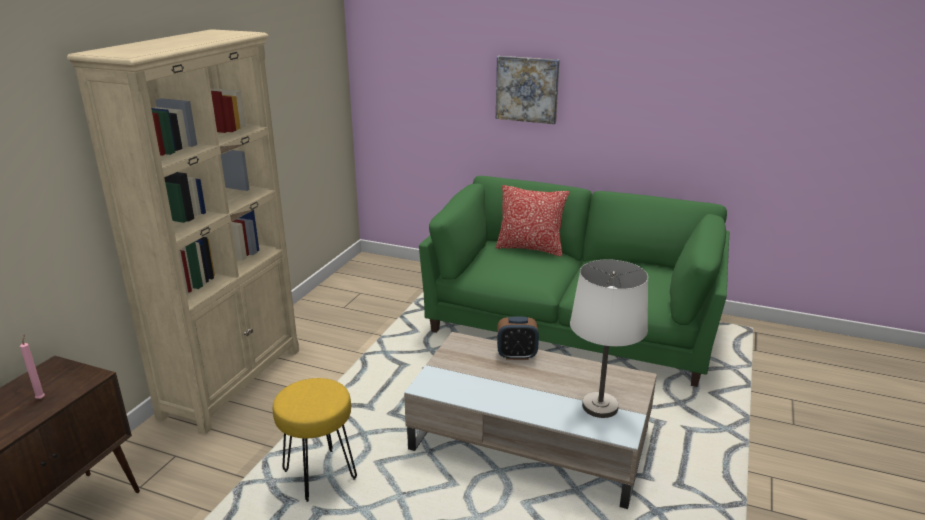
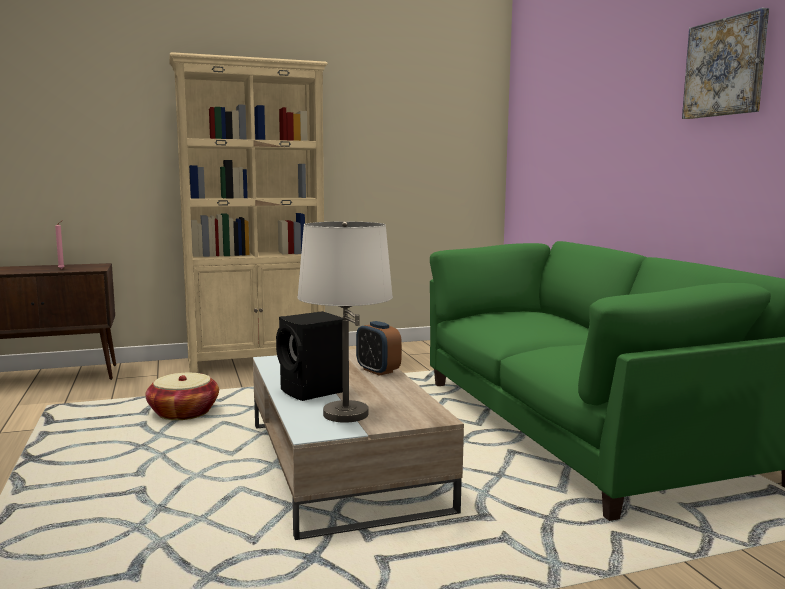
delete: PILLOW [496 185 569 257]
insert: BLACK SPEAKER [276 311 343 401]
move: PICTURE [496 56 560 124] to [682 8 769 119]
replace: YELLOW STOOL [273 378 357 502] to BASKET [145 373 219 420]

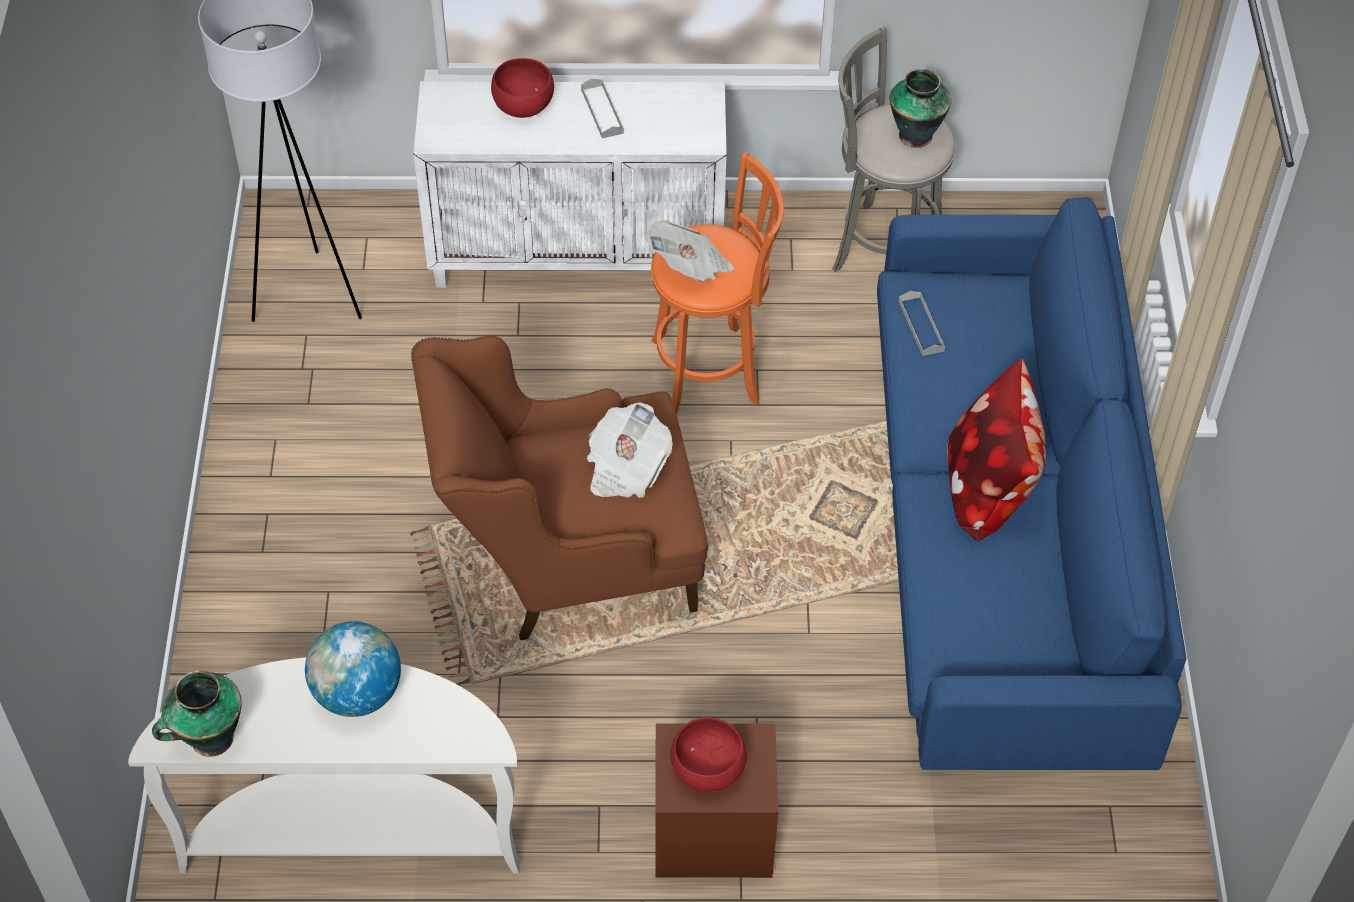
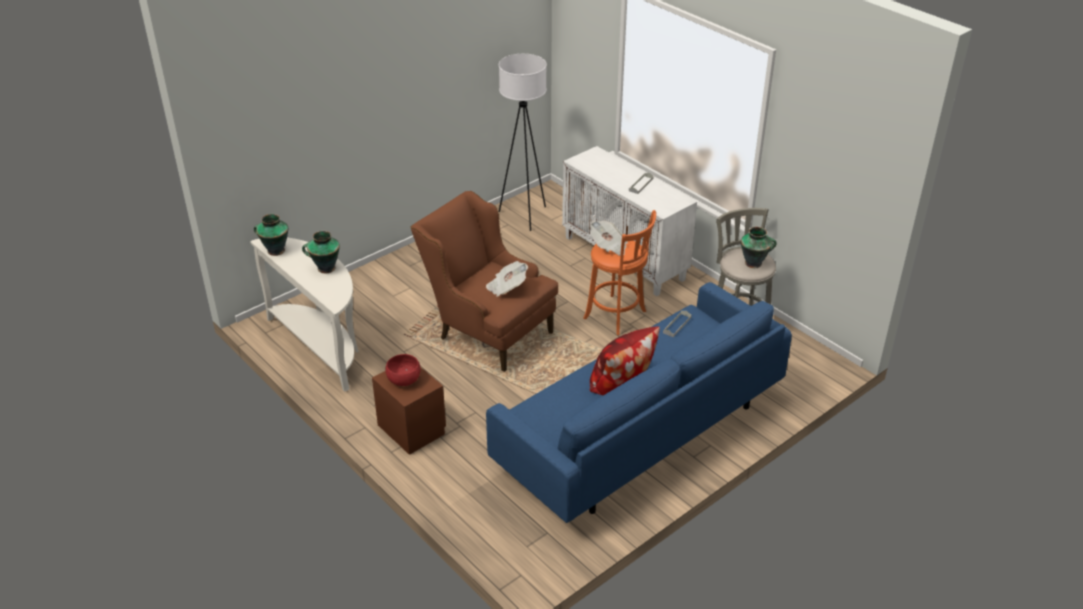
delete: RED BOWL [491 58 554 118]
replace: GLOBE [305 621 401 717] to VASE [302 231 340 273]

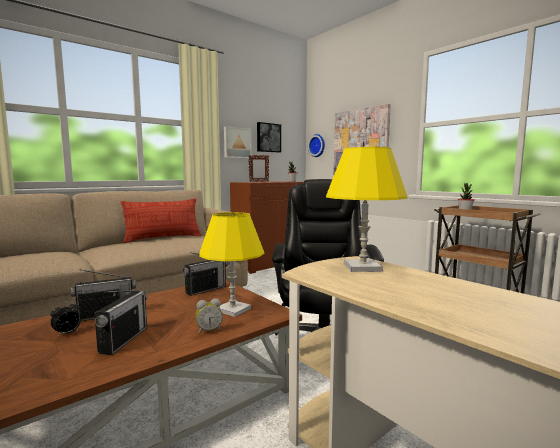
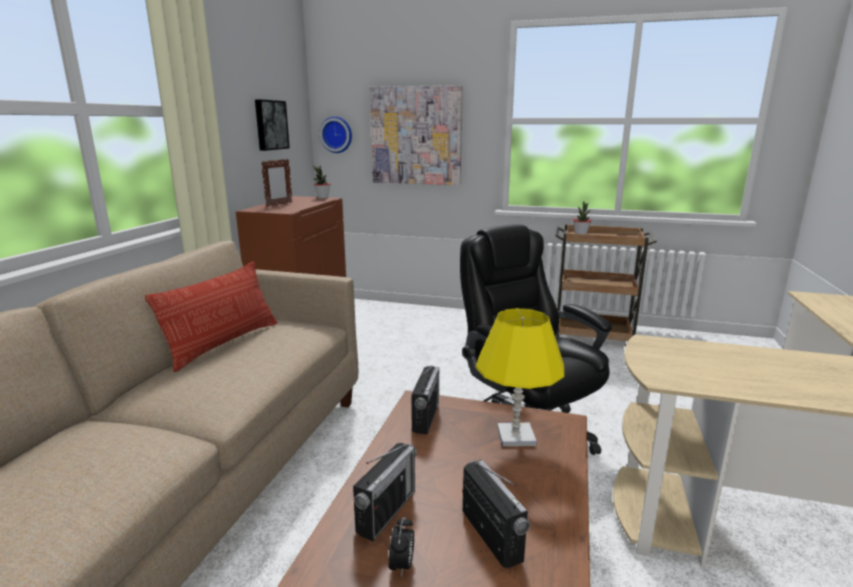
delete: ALARM CLOCK [195 298 223 334]; PICTURE [224 126 252 158]; YELLOW TABLE LAMP [326 147 408 272]

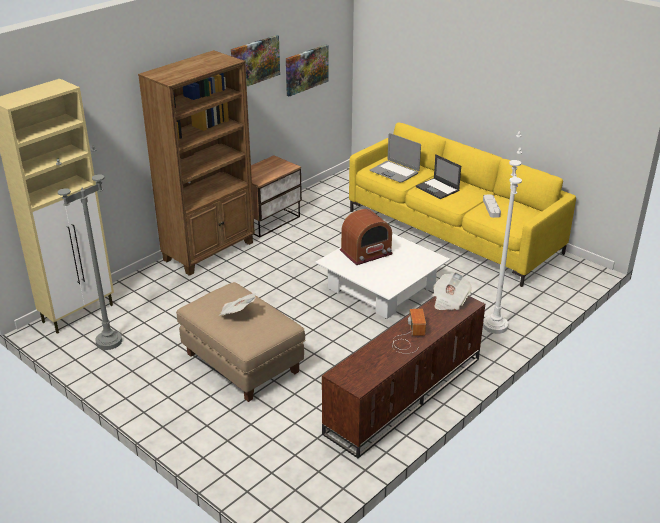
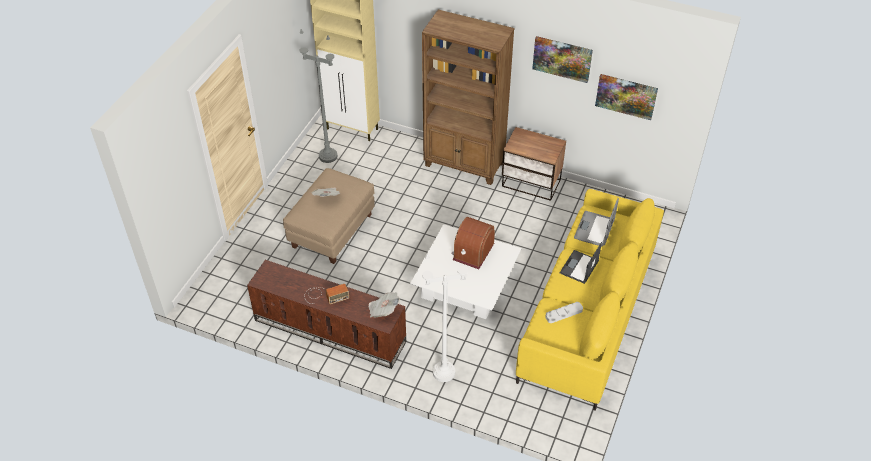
rotate: RADIO [340 209 393 265] = [452 217 495 269] 75 degrees clockwise

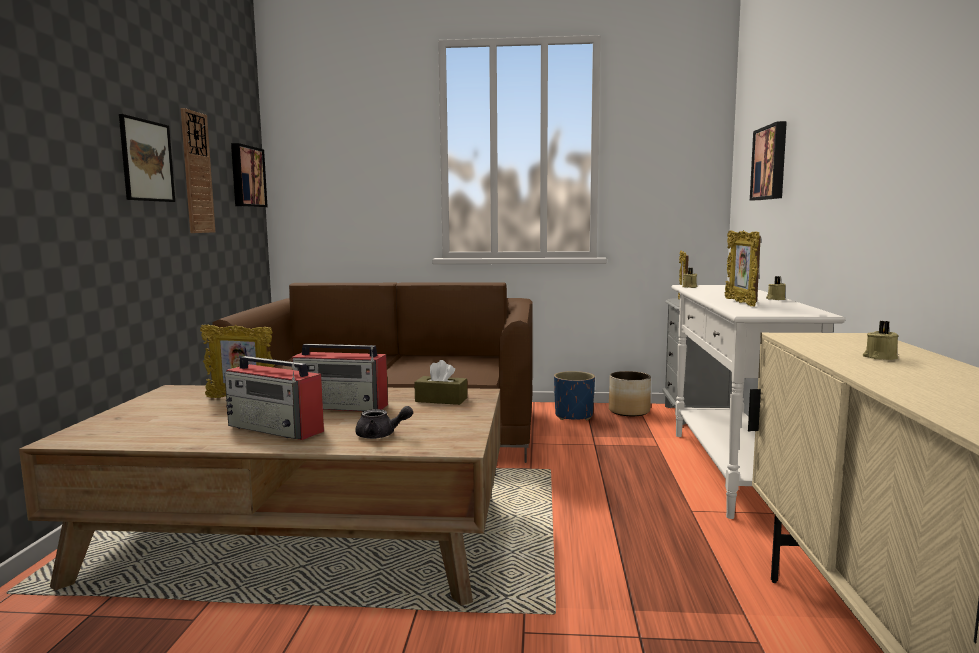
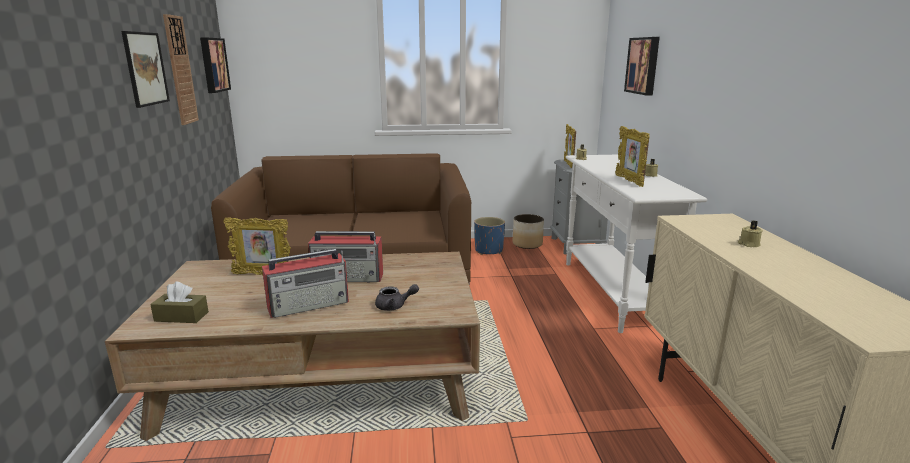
move: BROWN TISSUE BOX [414 360 467 405] to [150 282 209 323]
rotate: RADIO [225 356 324 440] = [262 249 349 318] 45 degrees counterclockwise

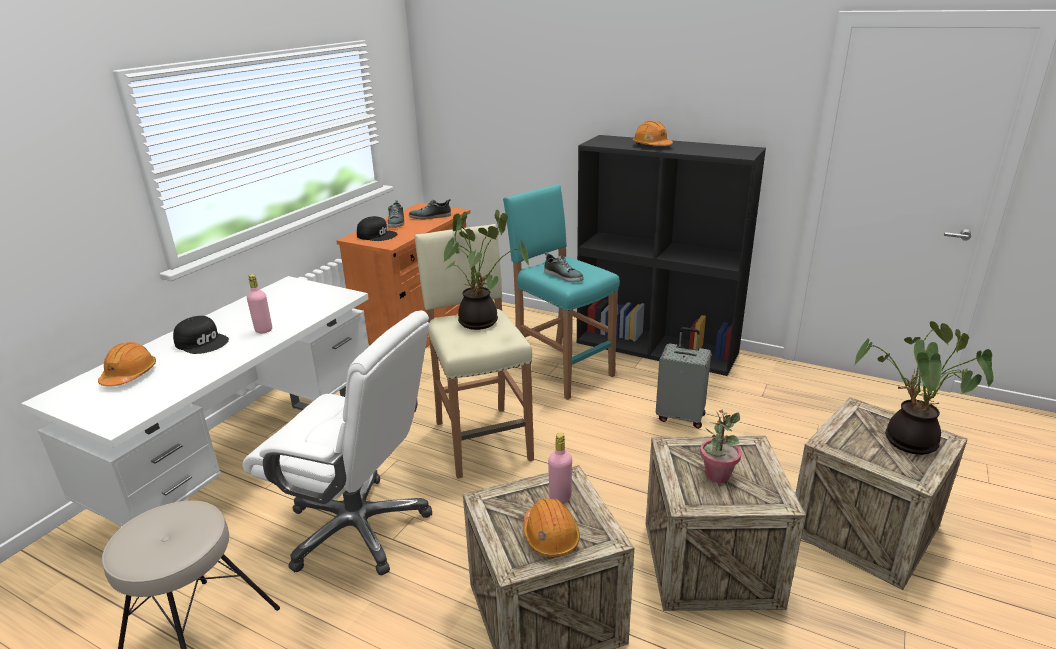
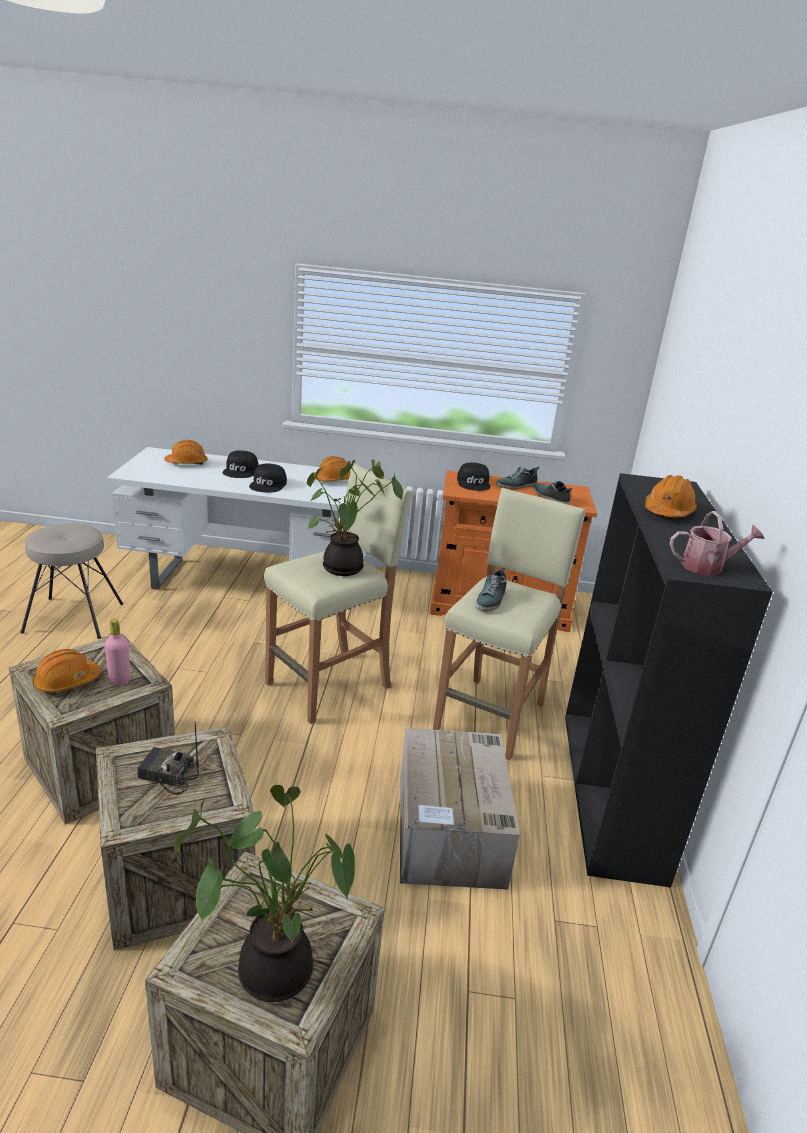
delete: WHITE OFFICE CHAIR [243 310 432 576]
insert: ORANGE HARD HAT [314 456 350 481]; WATERING CAN [669 511 765 576]
replace: POTTED PLANT [700 409 741 483] to RADIO [137 723 199 795]; PINK BOTTLE [247 274 272 333] to BLACK CAP [249 463 287 493]; GREY SUITCASE [656 327 711 429] to CARDBOARD BOX [400 728 520 890]
recolor: TURQUOISE STOOL [503 184 620 400] to BEIGE STOOL [433 488 586 760]

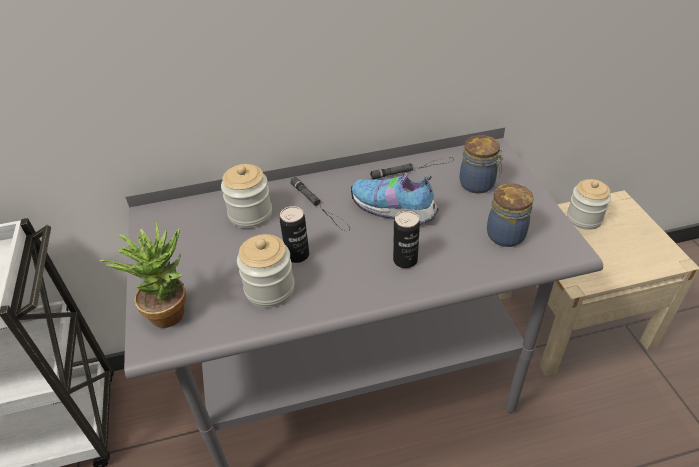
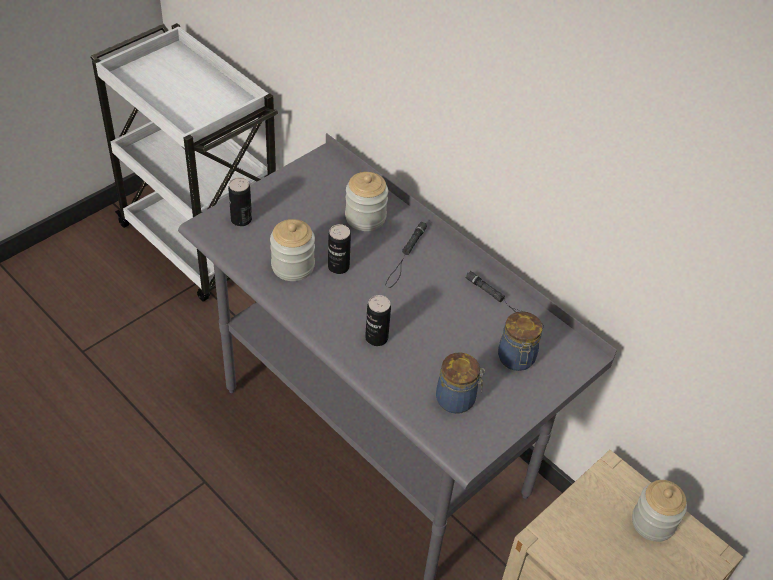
delete: SHOE [351 173 439 224]
replace: POTTED PLANT [99 220 186 328] to CAN [228 177 252 226]

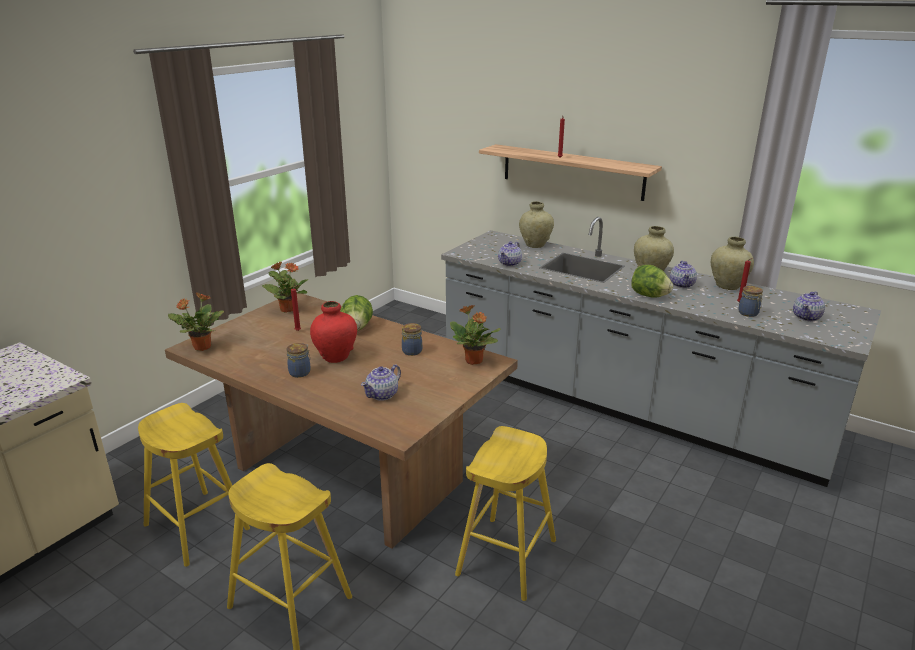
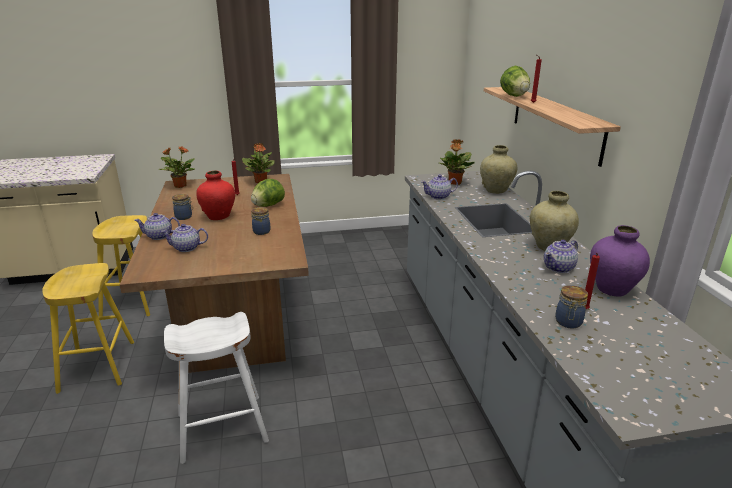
move: TEAPOT [793 291 825 322] to [134 213 180 240]; POTTED PLANT [450 305 501 365] to [439 139 474 185]; LETTUCE [631 265 673 298] to [500 66 530 97]
recolor: YELLOW STOOL [455 426 556 601] to WHITE STOOL [164 312 269 464]; BEIGE VASE [711 237 754 290] to PURPLE VASE [590 225 650 297]

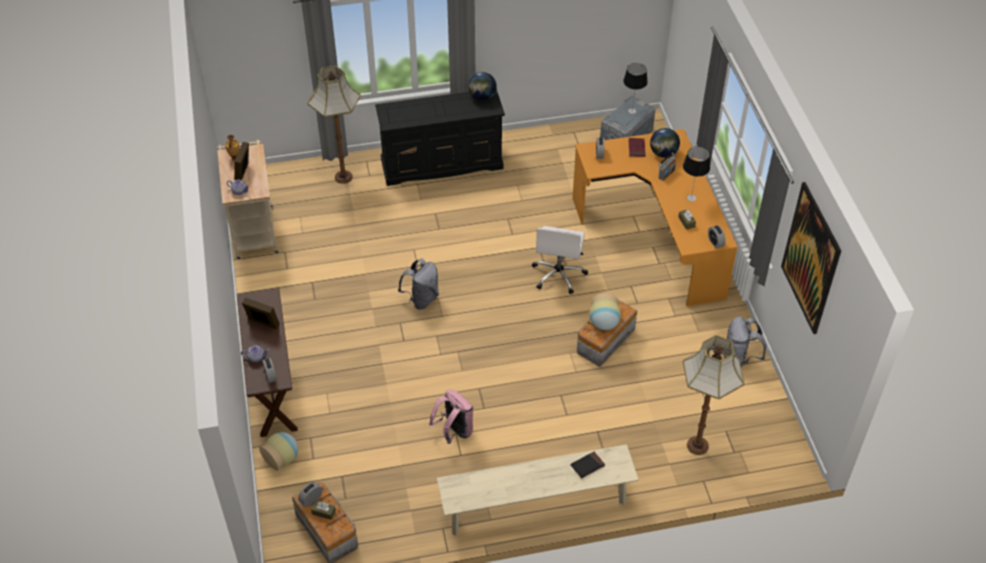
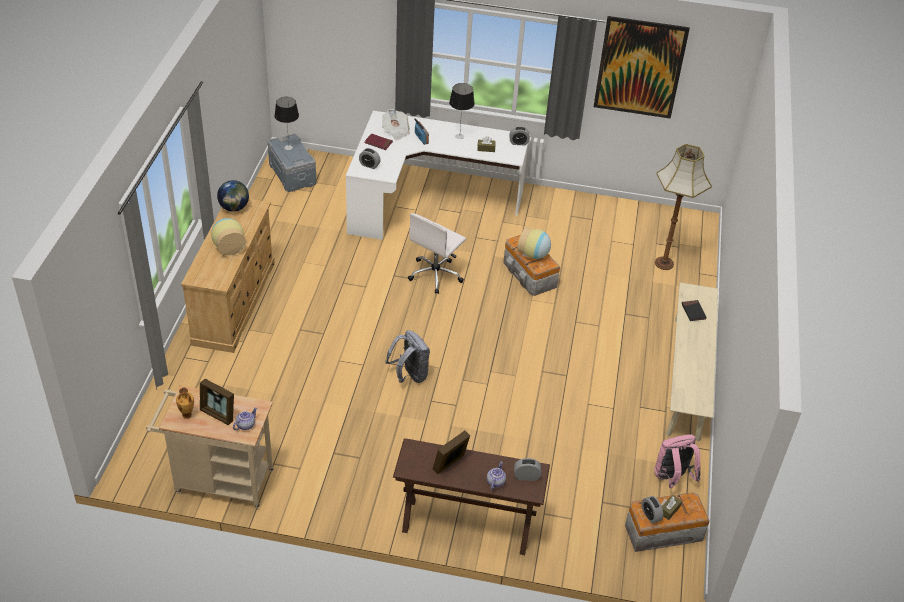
delete: FLOOR LAMP [307 66 361 184]; GREY BACKPACK [727 316 766 367]
move: VASE [259 432 298 471] to [211 218 246 255]; PINK BACKPACK [429 390 473 444] to [654 434 701 489]
replace: GLOBE [650 128 680 158] to NEWSPAPER [382 109 410 141]
recolor: BLACK DRESSER [375 88 505 186] to BEIGE DRESSER [181 199 275 353]; ORANGE DESK [572 129 738 306] to WHITE DESK [346 111 528 240]
rotate: WHITE OFFICE CHAIR [532 226 588 294] = [408 213 466 294] 90 degrees clockwise

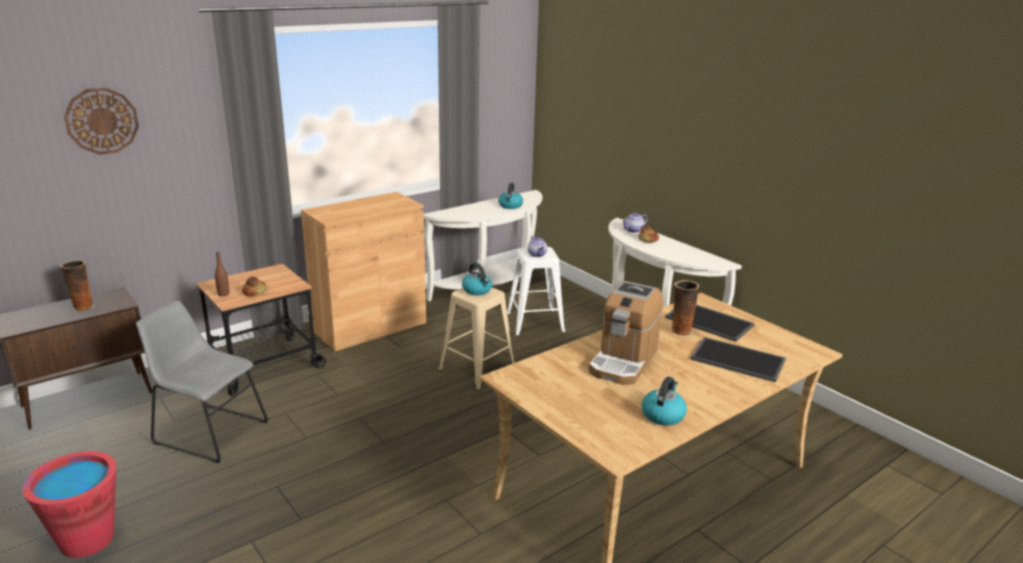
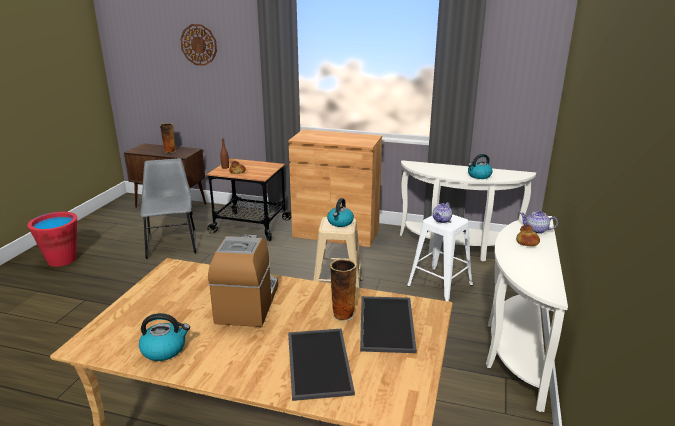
rotate: COFFEE MACHINE [589 281 663 385] = [208 235 278 327] 105 degrees clockwise

